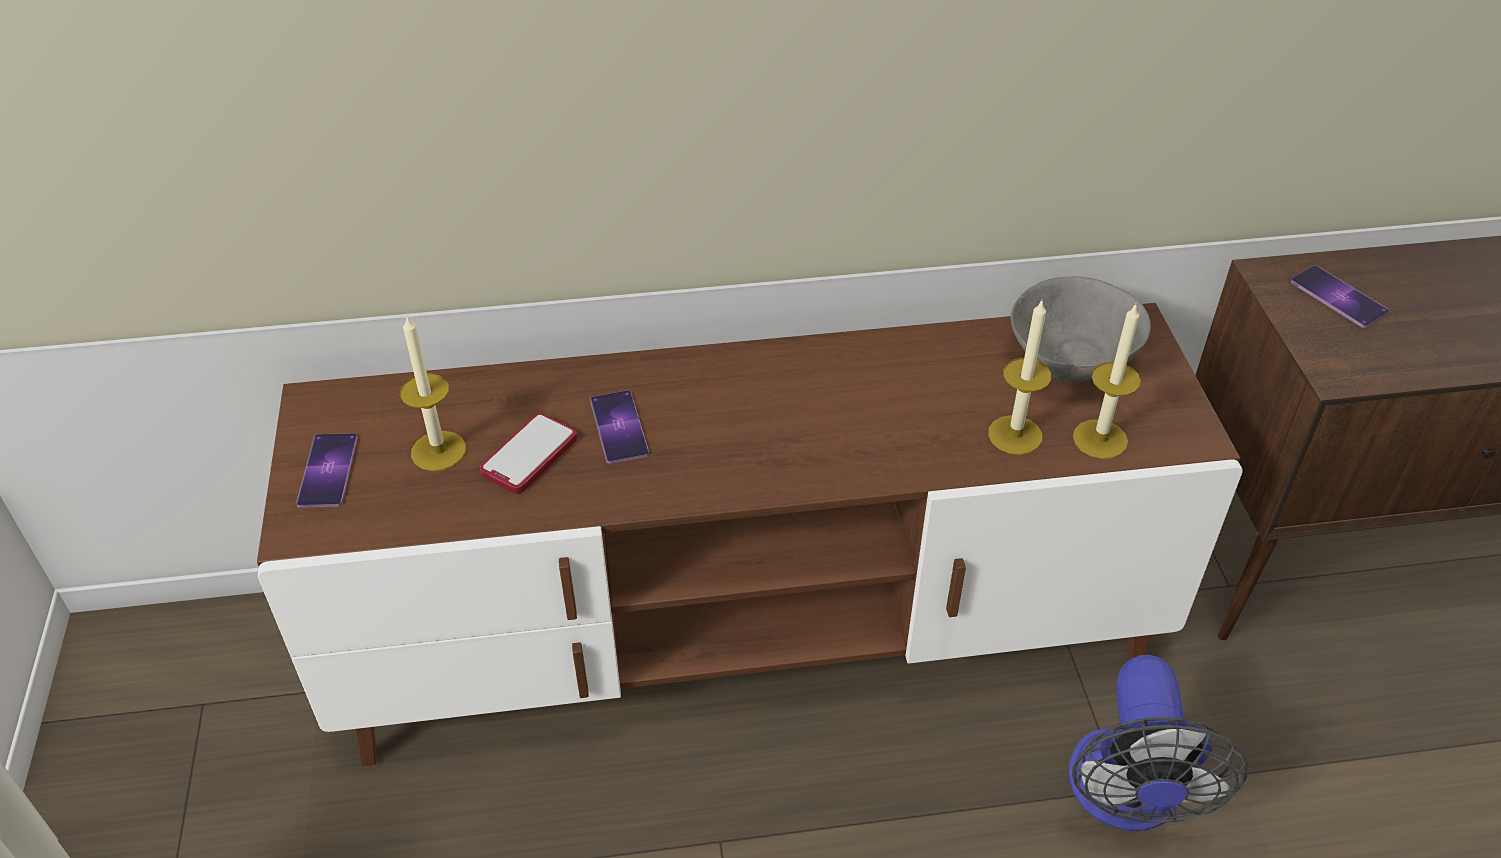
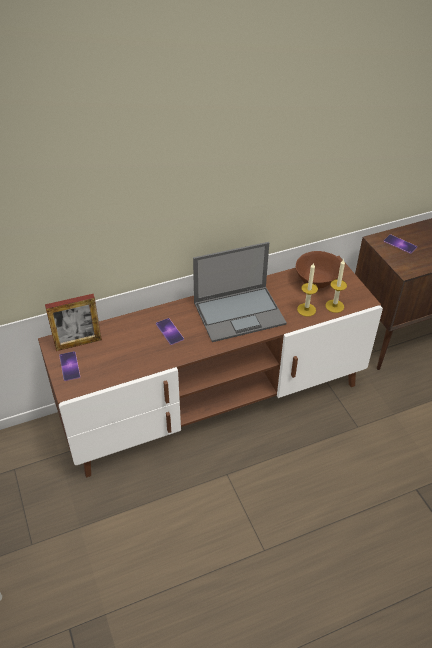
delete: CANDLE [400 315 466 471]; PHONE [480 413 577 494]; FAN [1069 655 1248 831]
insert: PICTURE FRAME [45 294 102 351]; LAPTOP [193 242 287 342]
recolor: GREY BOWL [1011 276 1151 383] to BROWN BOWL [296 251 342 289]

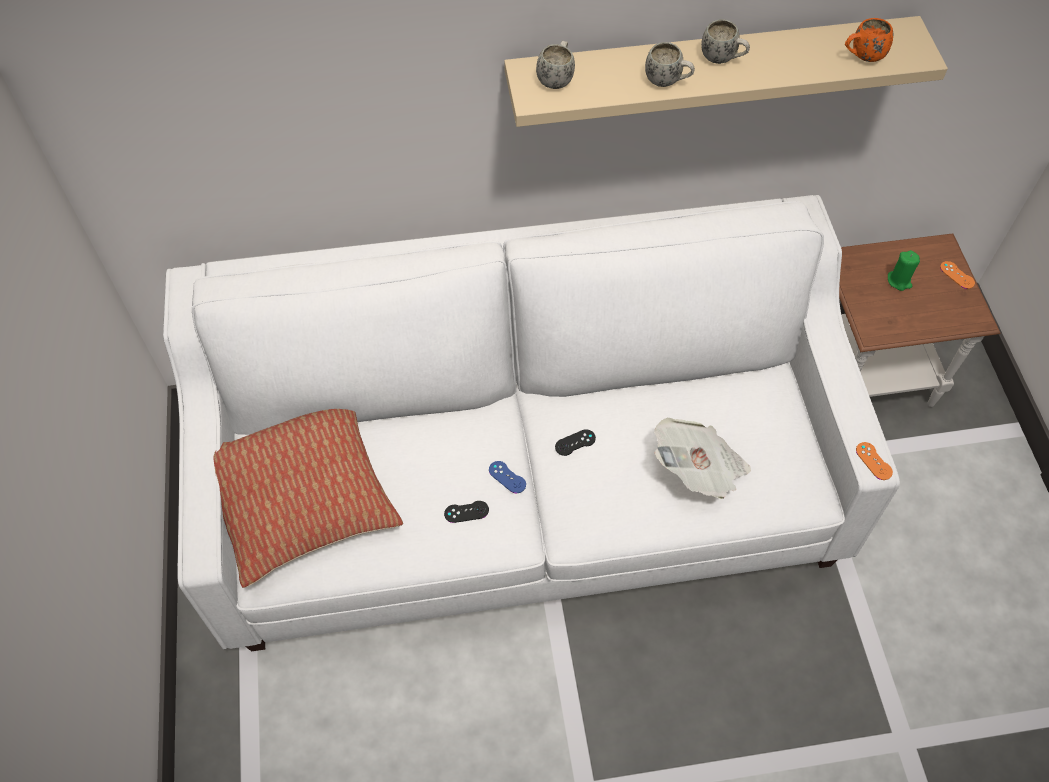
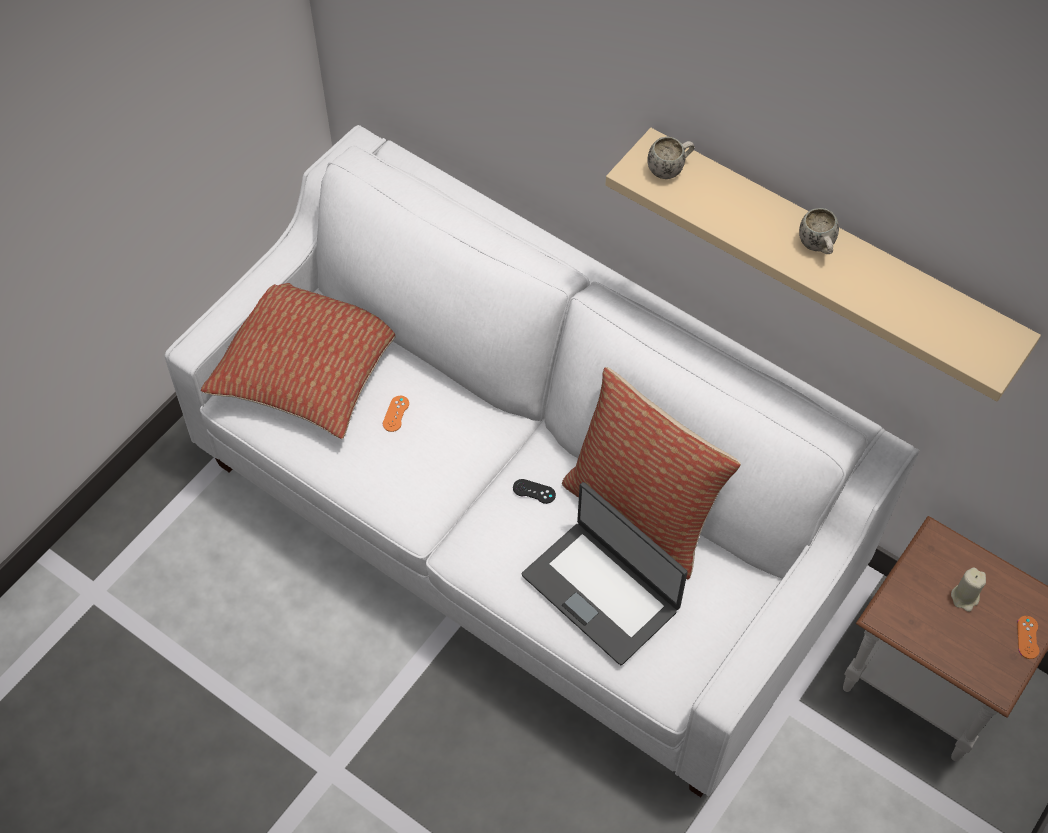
delete: BLACK GAME CONTROLLER [444 501 489 523]; BLUE GAME CONTROLLER [489 461 526 493]; WHITE MUG [645 42 695 87]; ORANGE MUG [845 18 893 62]
insert: PILLOW [562 367 741 579]
move: ORANGE GAME CONTROLLER [856 442 893 480] to [383 396 409 432]
replace: NEWSPAPER [654 418 751 499] to LAPTOP [522 482 688 665]
recolor: GREEN CANDLE [888 250 920 291] to BEIGE CANDLE [951 567 986 612]

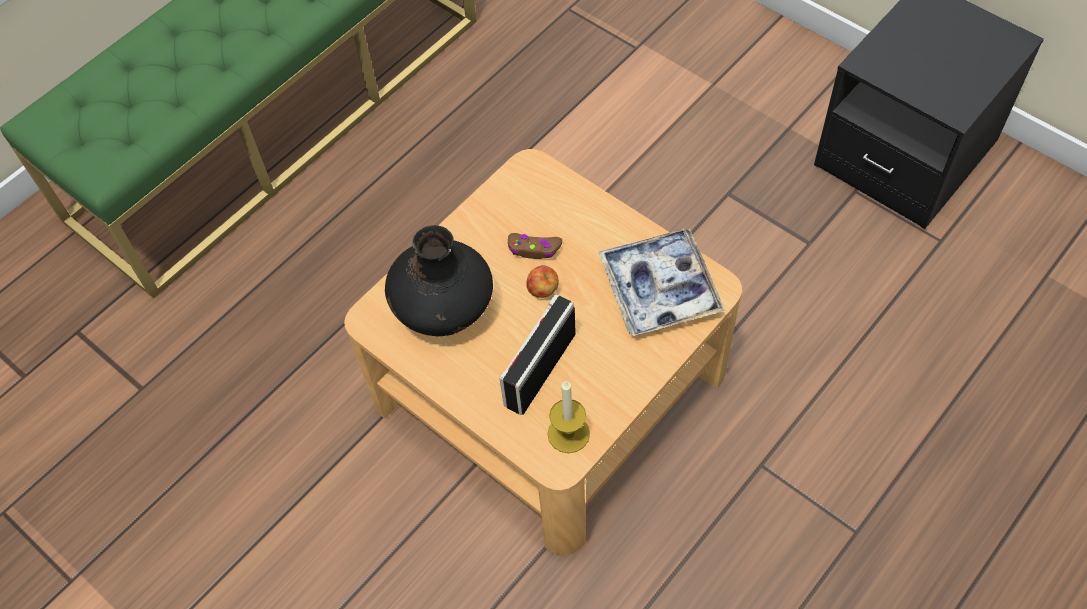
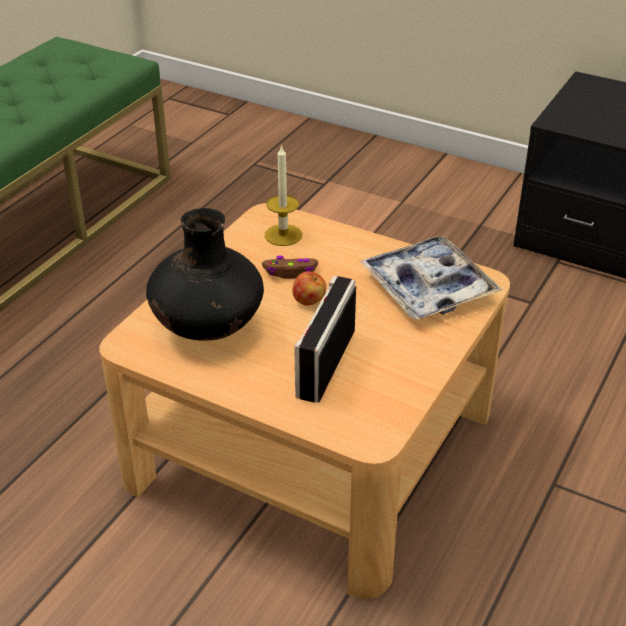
move: CANDLE [548 381 590 453] to [265 144 302 246]

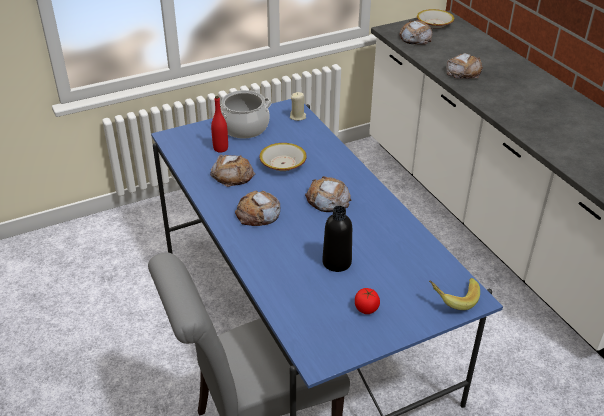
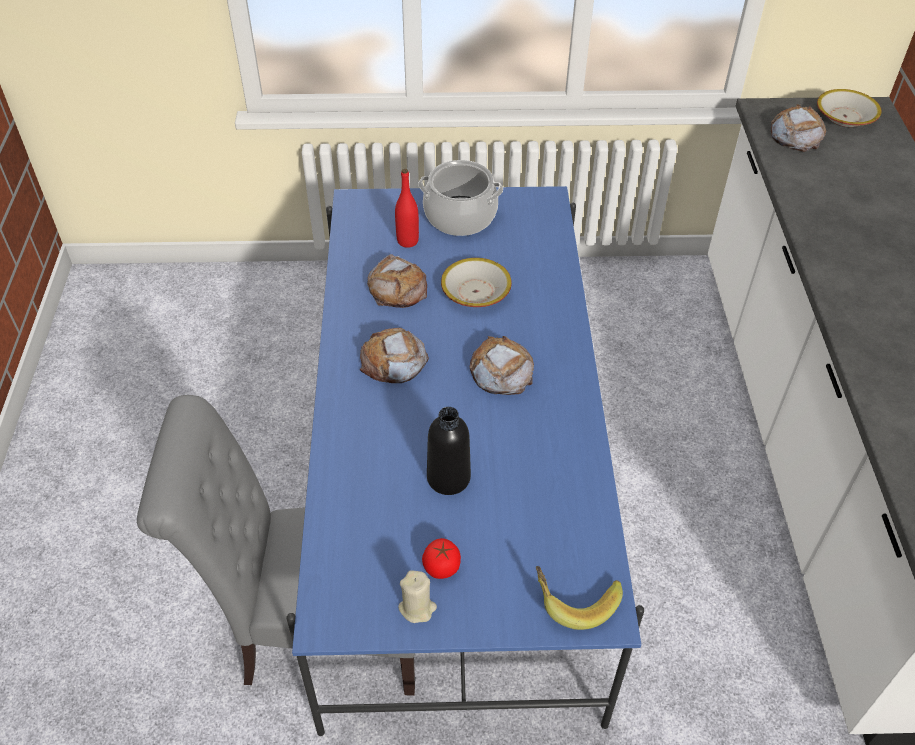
delete: BREAD [446 53 483 79]
move: BEIGE CANDLE [290 92 306 121] to [398 570 437 623]

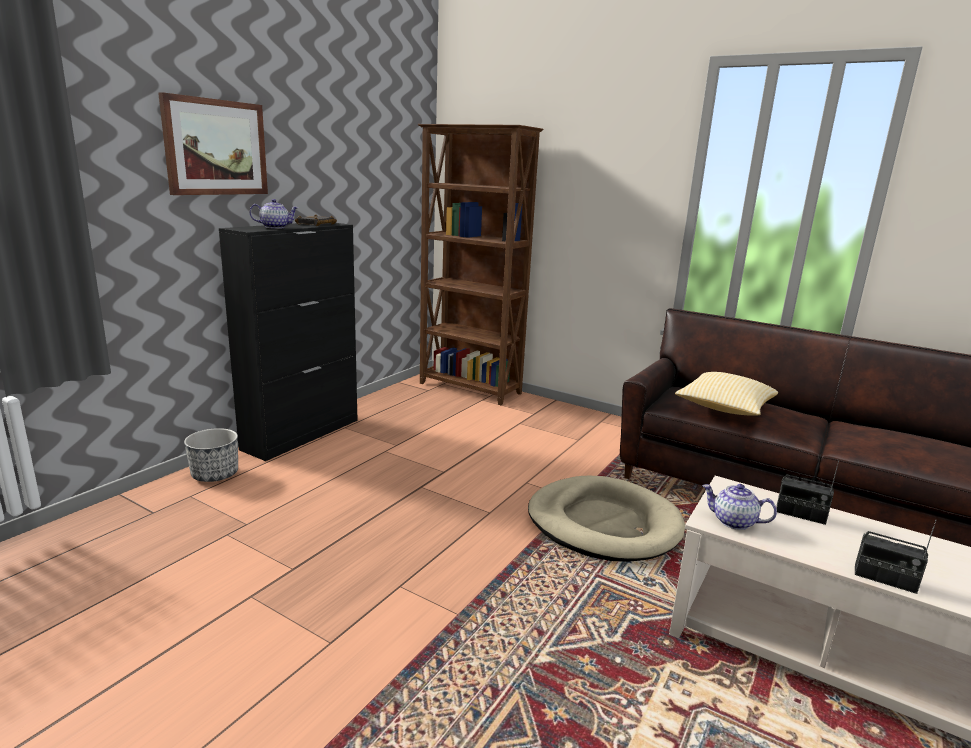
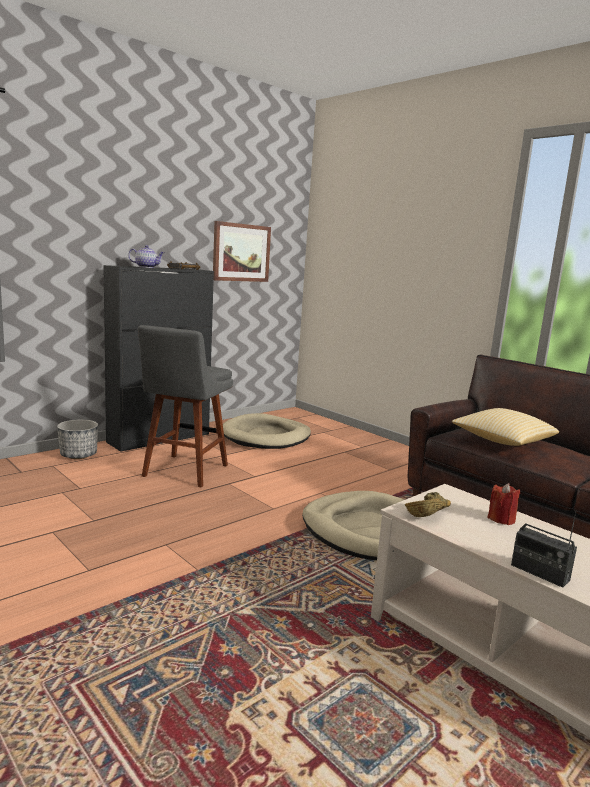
delete: BROWN BOOKCASE [417 124 544 405]
insert: GREY STOOL [138 325 233 488]; BEIGE DOG BED [223 413 311 449]
move: PICTURE [158 92 268 195] to [213 221 271 282]
replace: TEAPOT [702 484 777 530] to BROWN BOWL [405 492 451 517]; RADIO [776 461 839 525] to RED CANDLE [487 483 520 525]

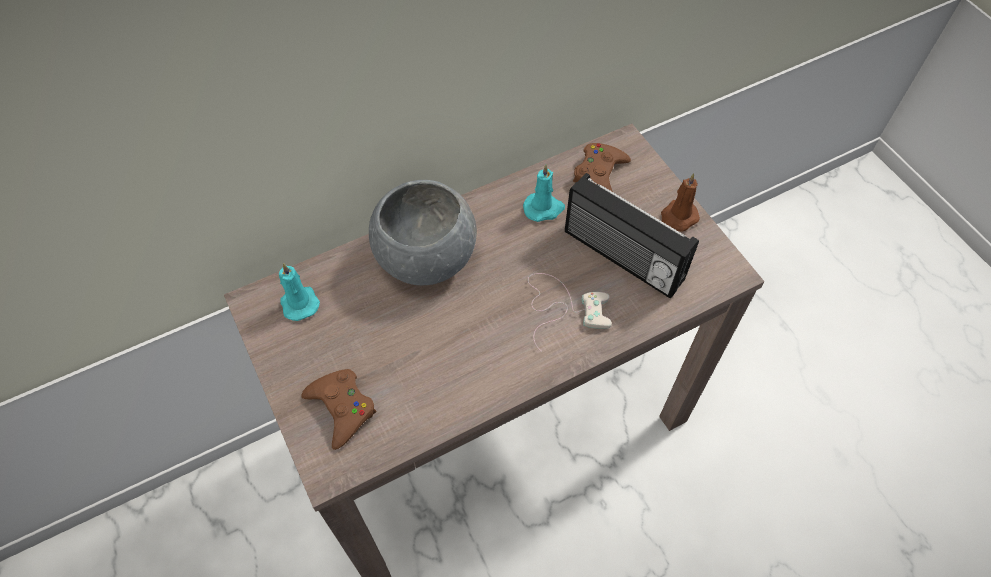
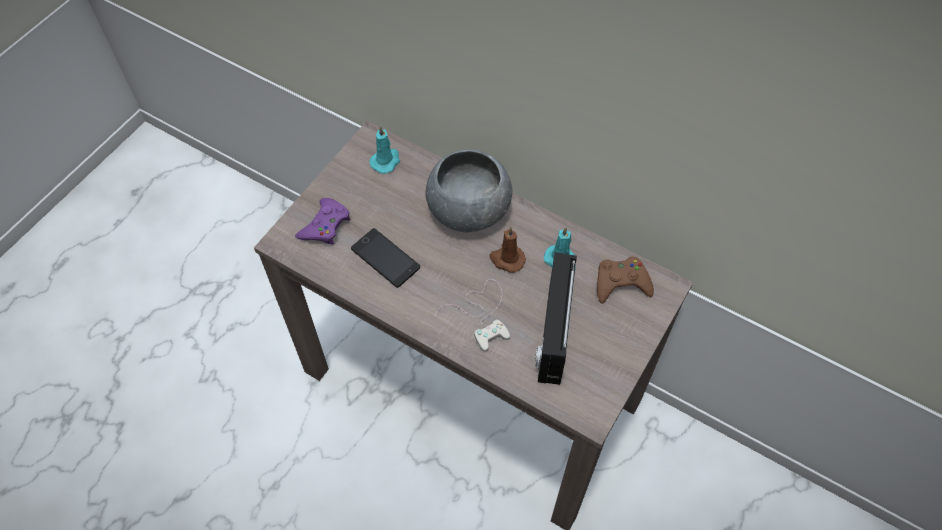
insert: PHONE [351 228 420 288]
move: BROWN CANDLE [661 173 700 232] to [490 227 526 273]
recolor: BROWN GAME CONTROLLER [301 369 376 450] to PURPLE GAME CONTROLLER [295 198 350 245]

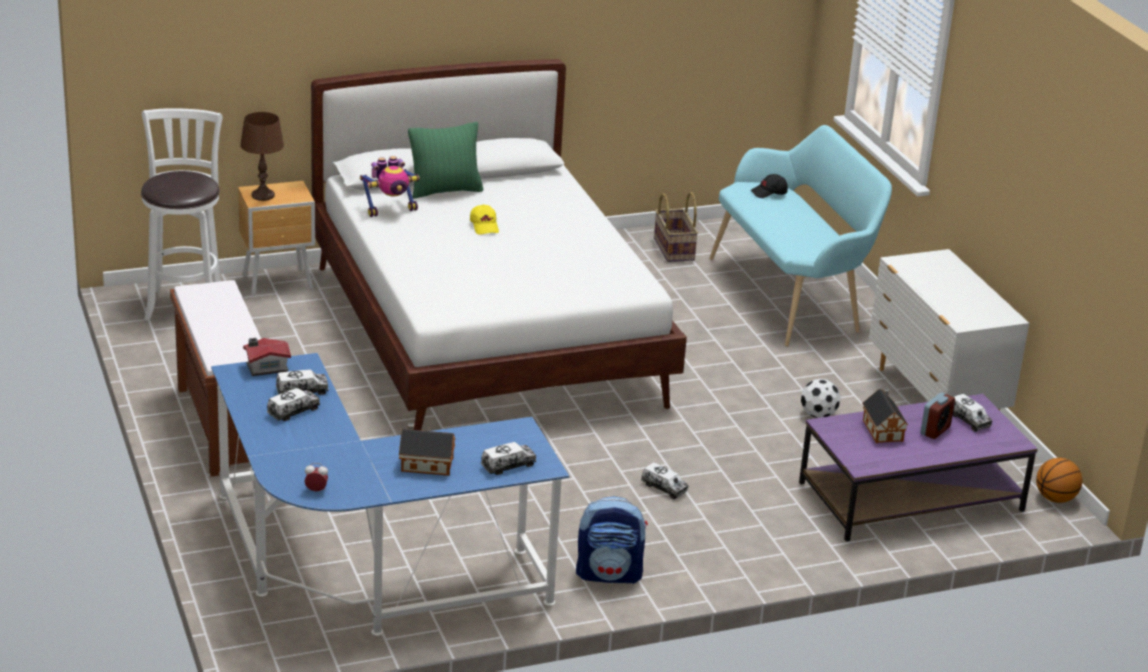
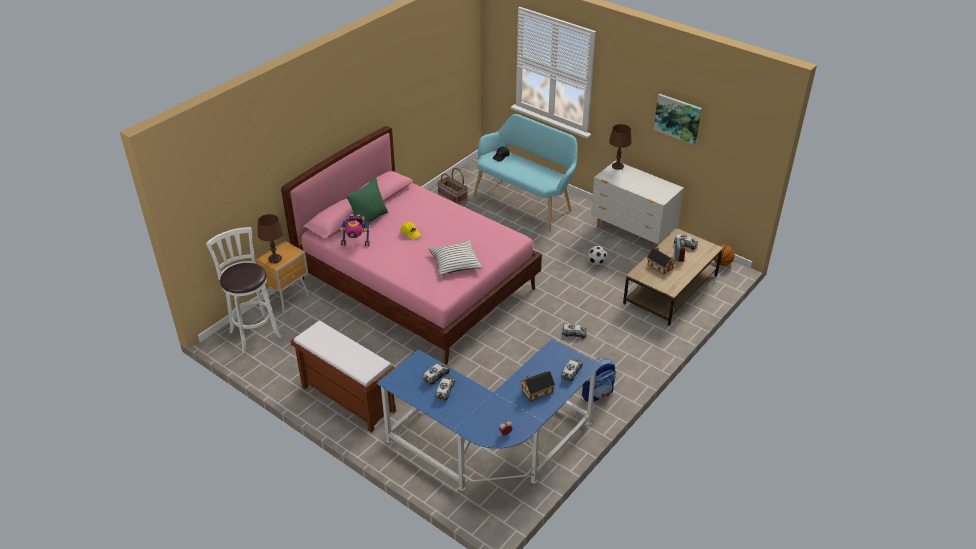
delete: TOY HOUSE [243 338 291 376]
insert: WHITE PILLOW [428 240 482 276]; BROWN TABLE LAMP [609 124 632 170]; PICTURE [654 94 702 145]
recolor: WHITE BED [311 59 687 430] to PINK BED [281 126 542 365]; PURPLE COFFEE TABLE [799 394 1038 541] to BROWN COFFEE TABLE [623 228 723 326]
rotate: TOY ROBOT [360 156 420 217] = [338 214 371 246] 60 degrees clockwise

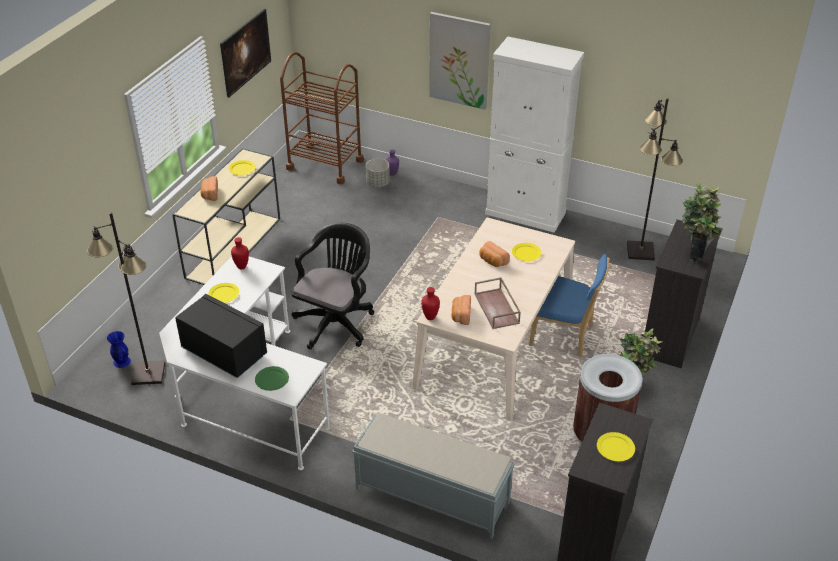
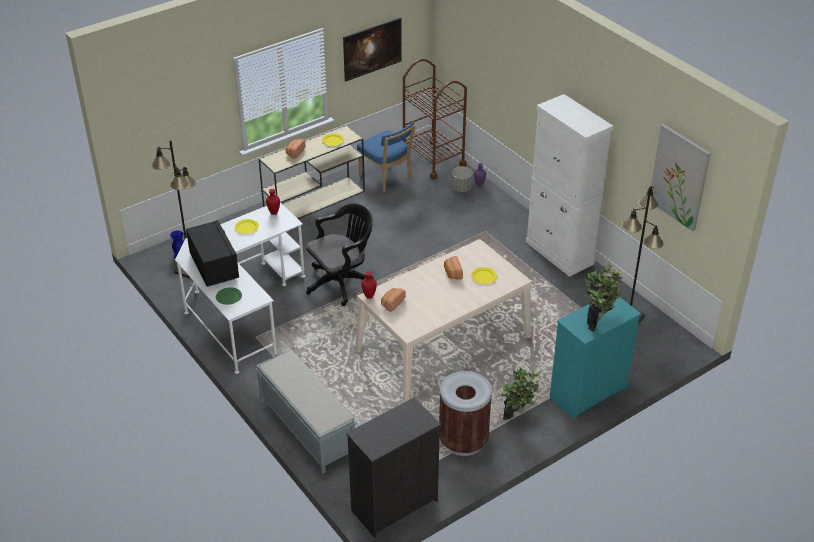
delete: BROWN TRAY [474 277 521 329]; YELLOW PLATE [597 432 635 461]
move: BLUE CHAIR [529 254 610 357] to [357 122 416 192]; PICTURE [429 12 491 110] to [651 124 711 231]
recolor: BLACK DRESSER [645 219 721 368] to TURQUOISE DRESSER [550 297 641 420]

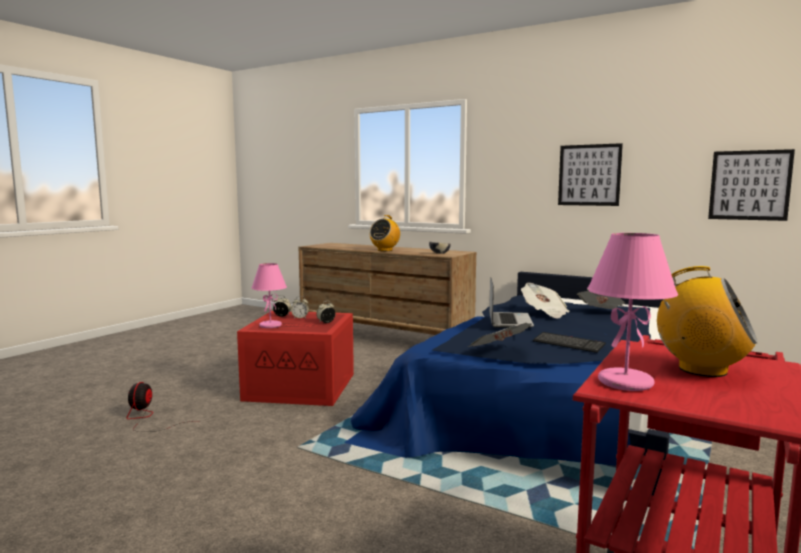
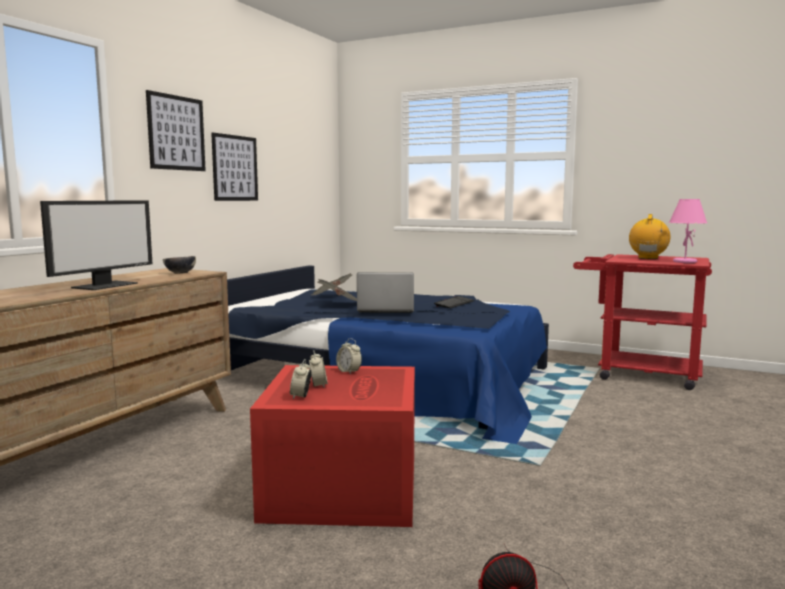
delete: PINK TABLE LAMP [251 263 287 328]; NEWSPAPER [468 323 532 347]
move: PICTURE [708 149 795 221] to [146 90 206 171]
replace: RADIO [370 215 400 251] to MONITOR [40 200 152 290]

